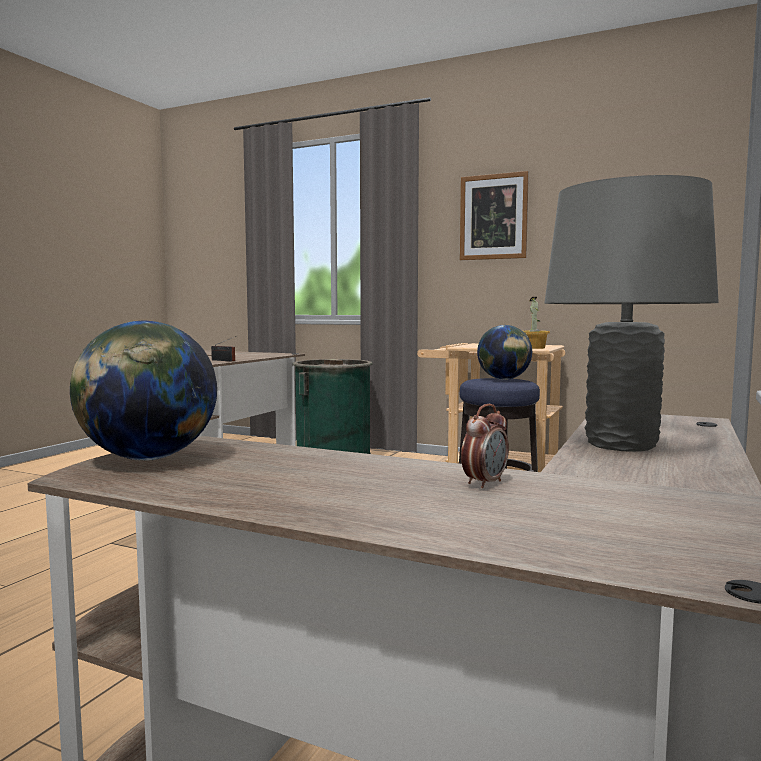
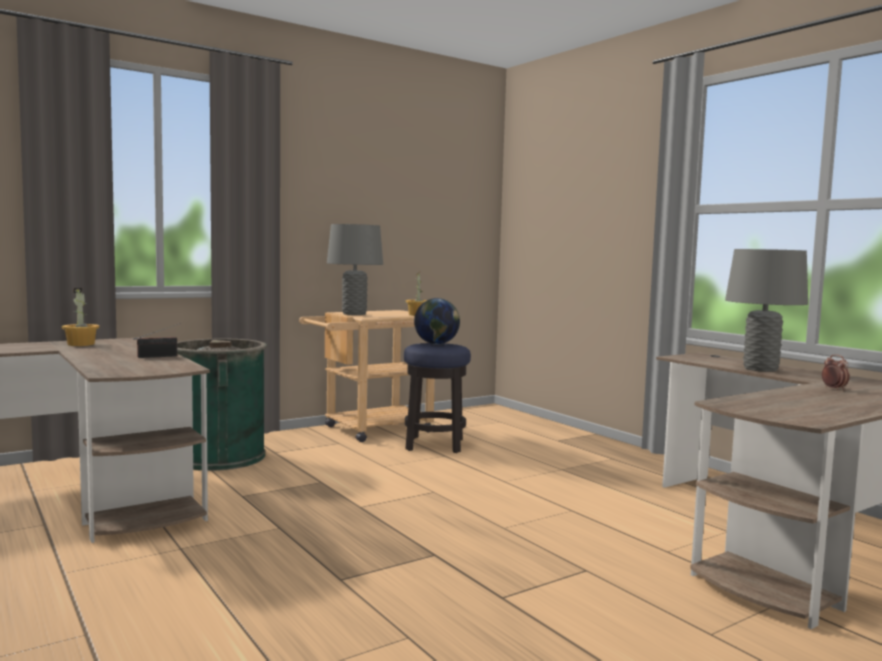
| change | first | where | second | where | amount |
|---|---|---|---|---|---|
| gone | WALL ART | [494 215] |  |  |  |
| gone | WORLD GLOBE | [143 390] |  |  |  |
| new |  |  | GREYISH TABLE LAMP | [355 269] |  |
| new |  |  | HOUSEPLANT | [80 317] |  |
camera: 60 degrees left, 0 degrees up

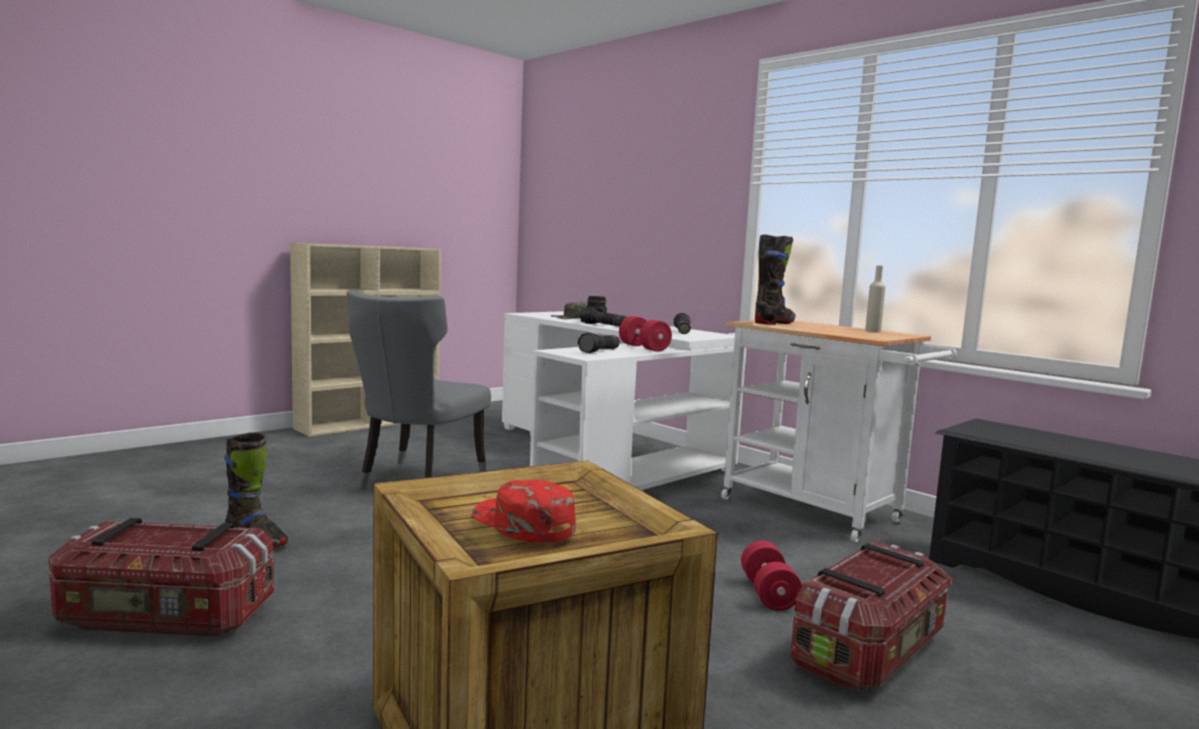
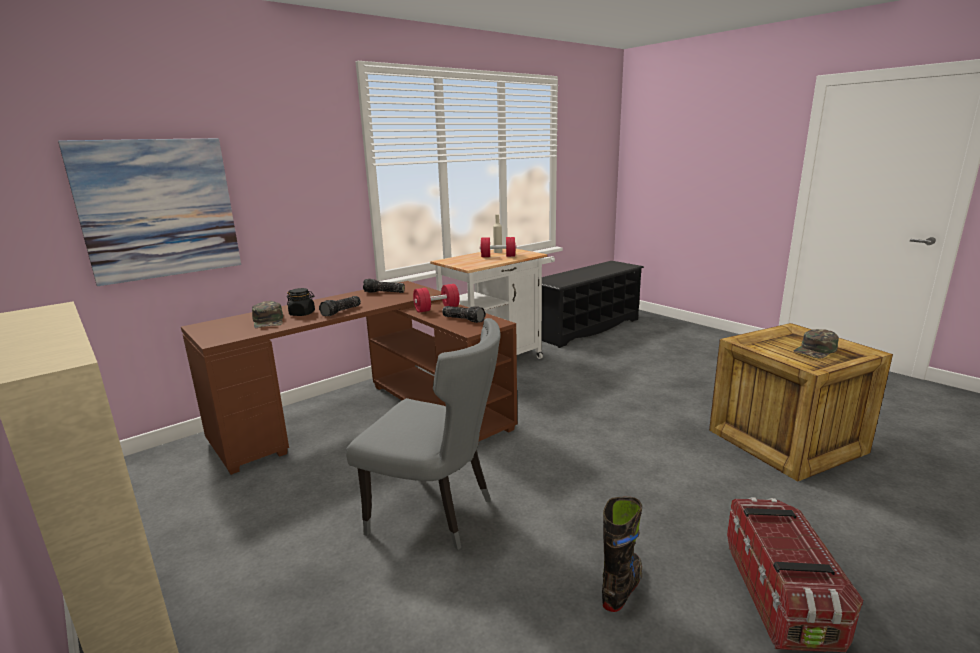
| change | first | where | second | where | amount |
|---|---|---|---|---|---|
| gone | BLACK-COLOURED HIGH-TOP BOOT | [775 280] |  |  |  |
| repainted | WHITE DESK TABLE | [624 400] | BROWNISH DESK TABLE | [349 378] |  |
| repainted | RED PEAKED CAP | [524 511] | GREENISH PEAKED CAP | [816 343] |  |
| shifted | RED DUMBBELL | [771 576] |  | [498 247] |  |
| gone | STORAGE CONTAINER | [871 615] |  |  |  |
| new |  |  | WALL ART | [149 212] |  |
camera: 85 degrees left, 10 degrees up

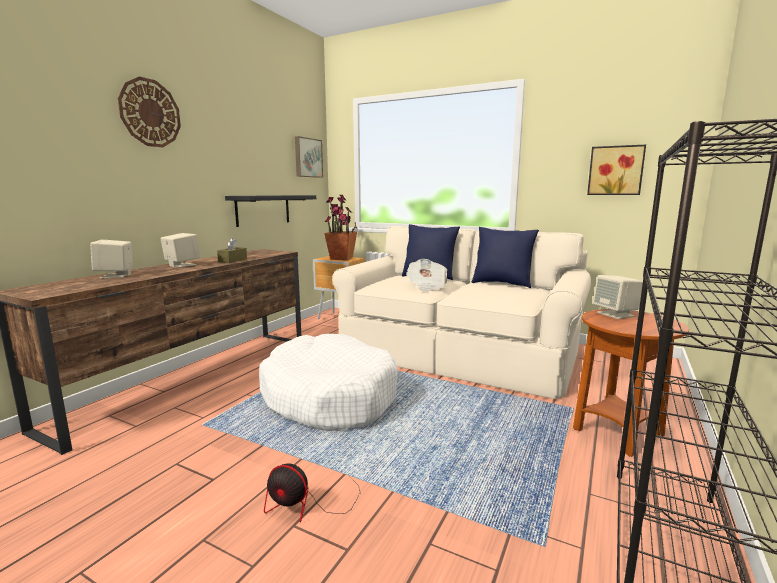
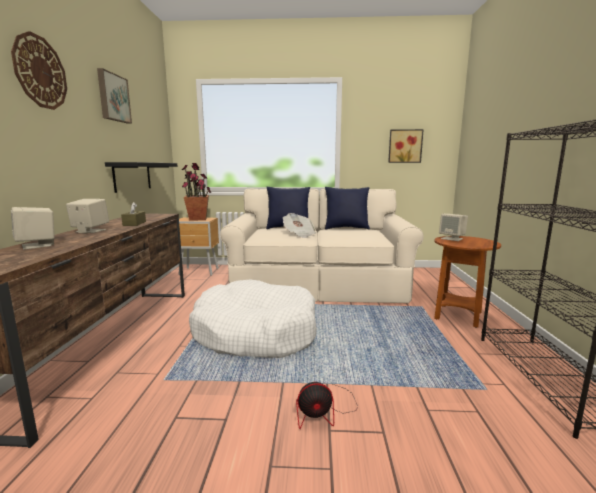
| change | first | where | second | where | amount |
|---|---|---|---|---|---|
| shifted | WALL ART | [309 157] |  | [114 95] |  |
camera: 25 degrees left, 0 degrees up

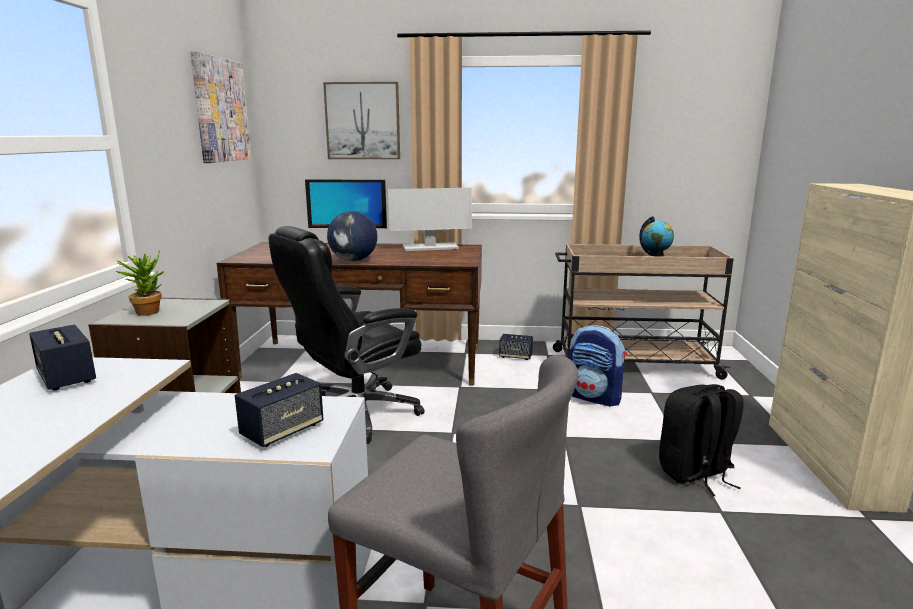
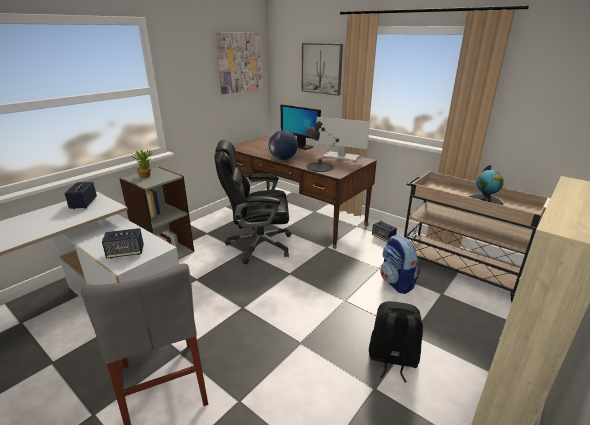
| change | first | where | second | where | amount |
|---|---|---|---|---|---|
| new |  |  | BLACK-COLOURED TABLE LAMP | [322 146] |  |
camera: 35 degrees right, 10 degrees up

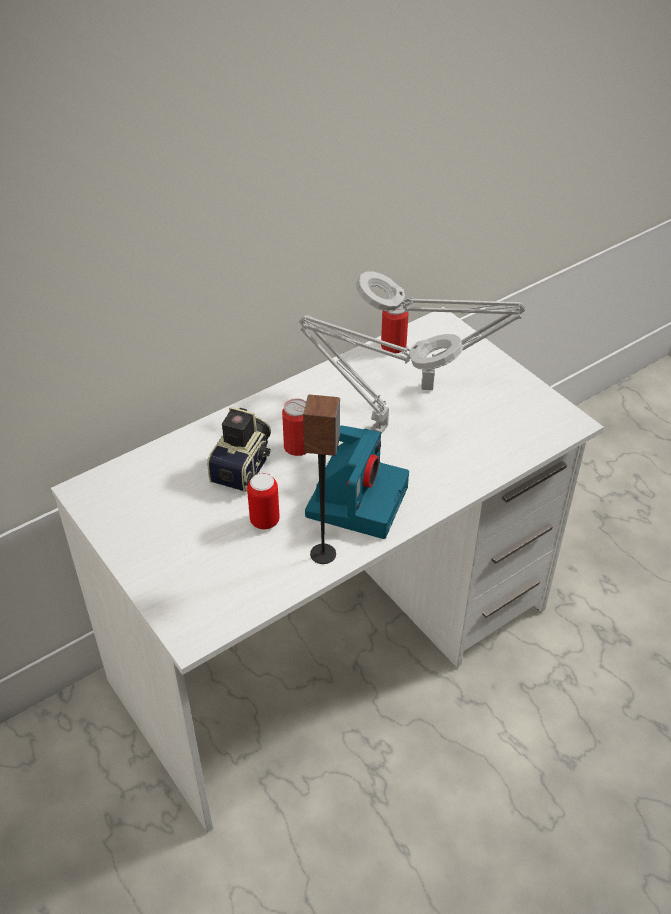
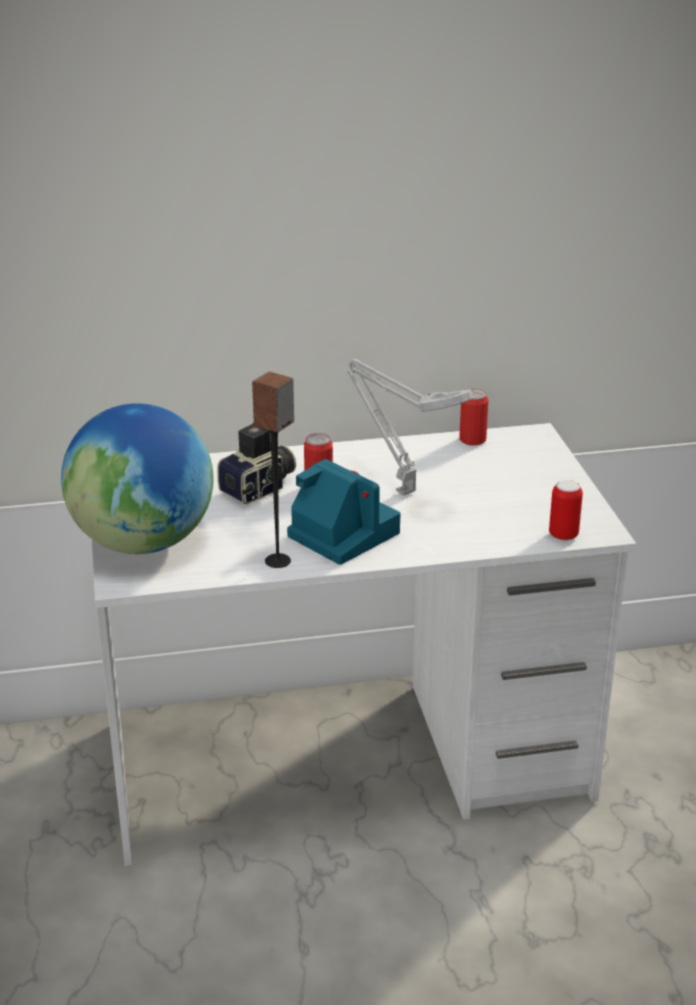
| change | first | where | second | where | amount |
|---|---|---|---|---|---|
| gone | GREYISH TABLE LAMP | [440 331] |  |  |  |
| rotated | STILL CAMERA | [357 482] |  | [343 512] | 90 degrees counterclockwise |
| shifted | METAL CAN | [263 501] |  | [566 510] |  |
| new |  |  | WORLD GLOBE | [137 478] |  |
camera: 25 degrees right, 15 degrees down

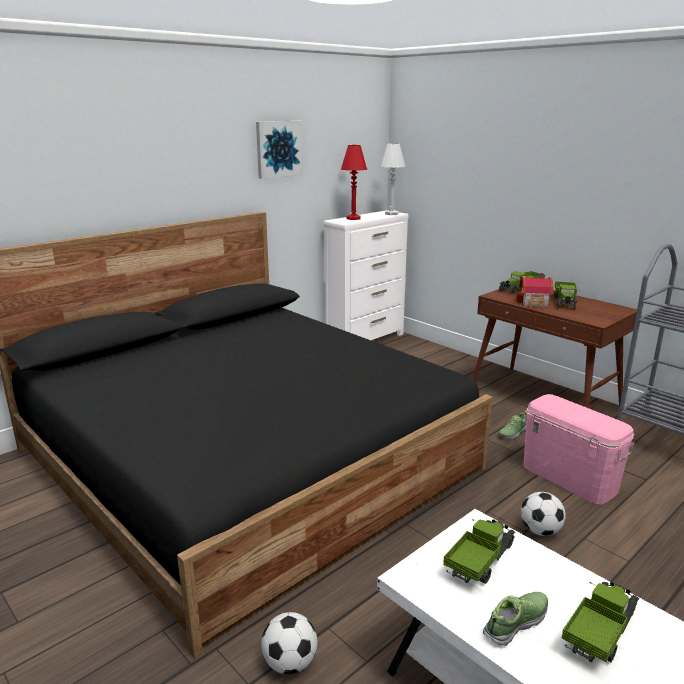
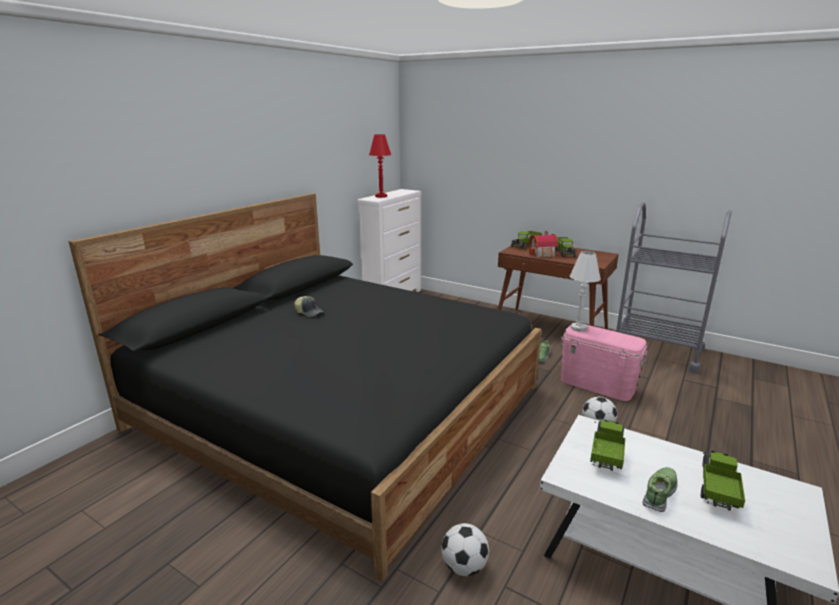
| change | first | where | second | where | amount |
|---|---|---|---|---|---|
| gone | WALL ART | [279 150] |  |  |  |
| shifted | WHITE TABLE LAMP | [393 179] |  | [585 291] |  |
| new |  |  | PEAKED CAP | [309 306] |  |
camera: 15 degrees left, 0 degrees up

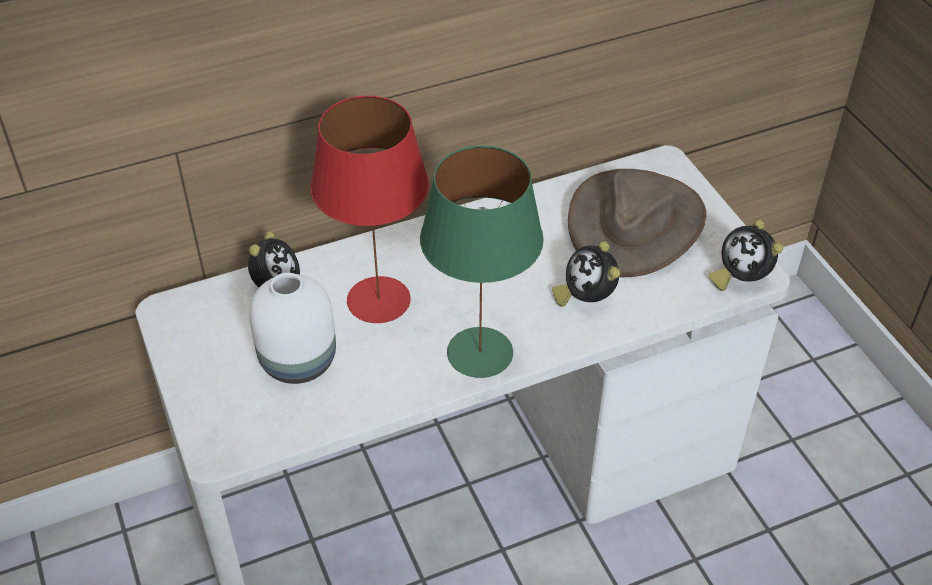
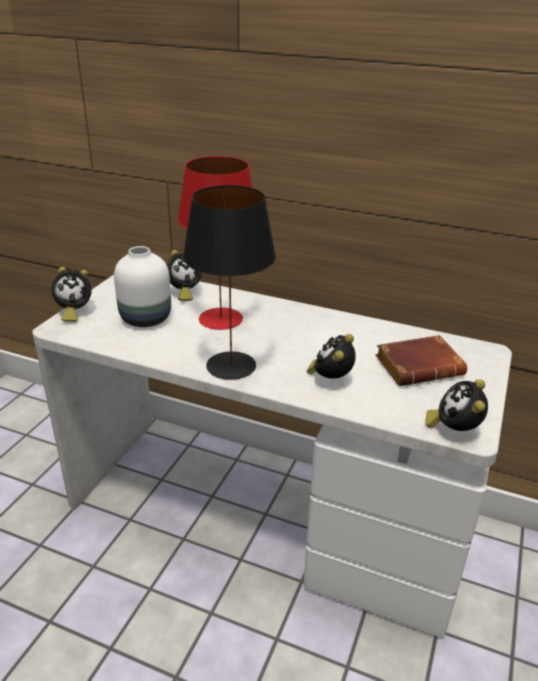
| change | first | where | second | where | amount |
|---|---|---|---|---|---|
| repainted | GREENISH TABLE LAMP | [482 262] | BLACK-COLOURED TABLE LAMP | [229 282] |  |
| swapped | BROWNISH WEARABLE HAT | [637 223] | BROWNISH BOOK | [421 360] |  |
| new |  |  | ALARM CLOCK | [71 294] |  |
camera: 45 degrees right, 15 degrees down

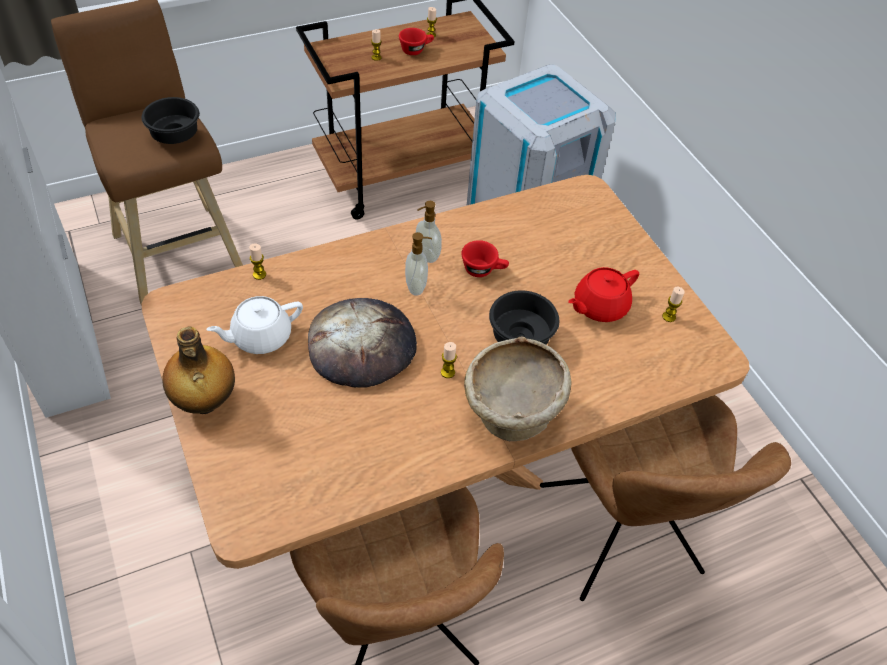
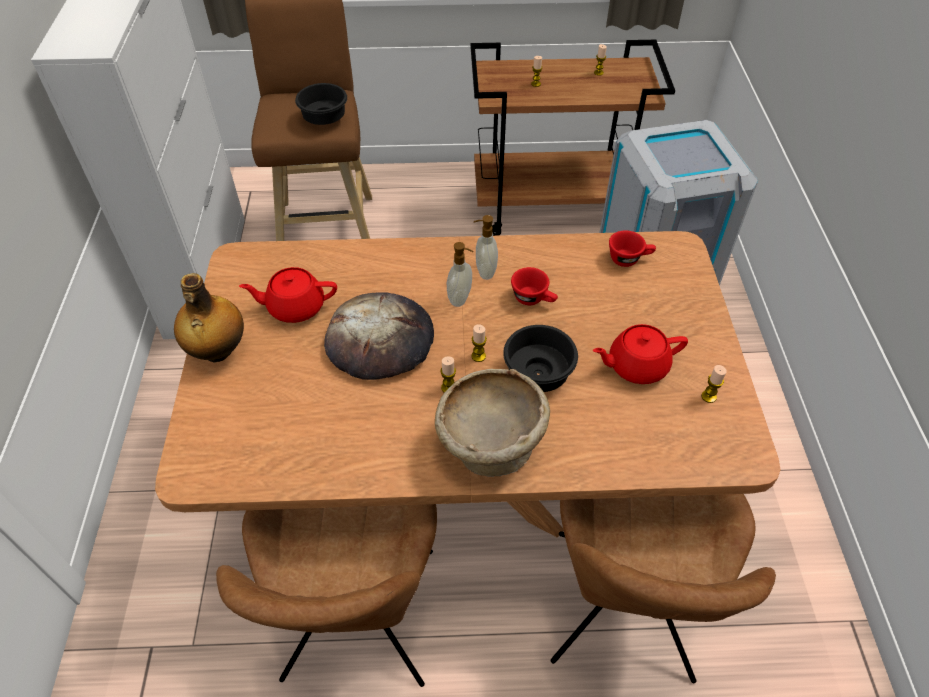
| change | first | where | second | where | amount |
|---|---|---|---|---|---|
| shifted | RED SMALL CUP | [416 41] |  | [632 248] |  |
| shifted | WAX LIGHT | [257 262] |  | [479 343] |  |
| repainted | WHITE TEA POT | [254 325] | RED TEA POT | [288 295] |  |
camera: 25 degrees right, 0 degrees up

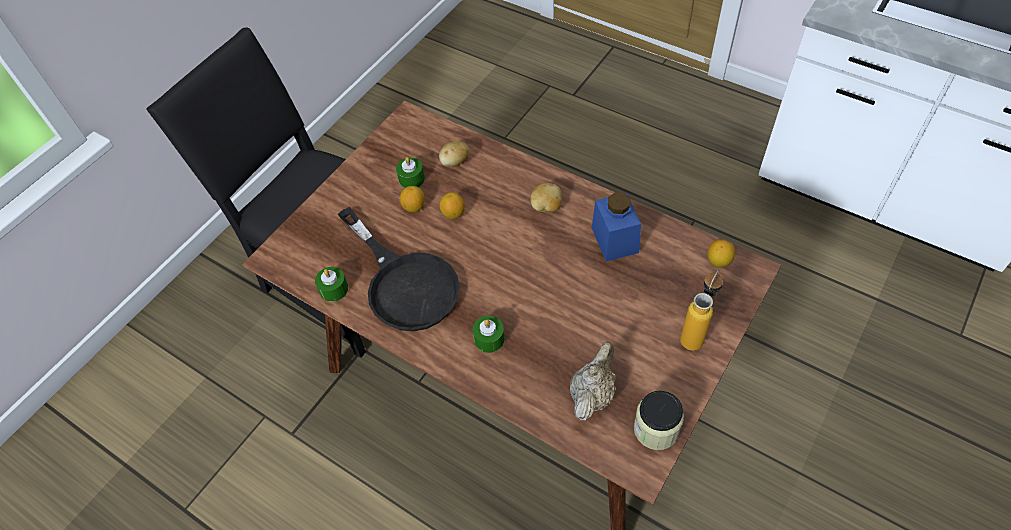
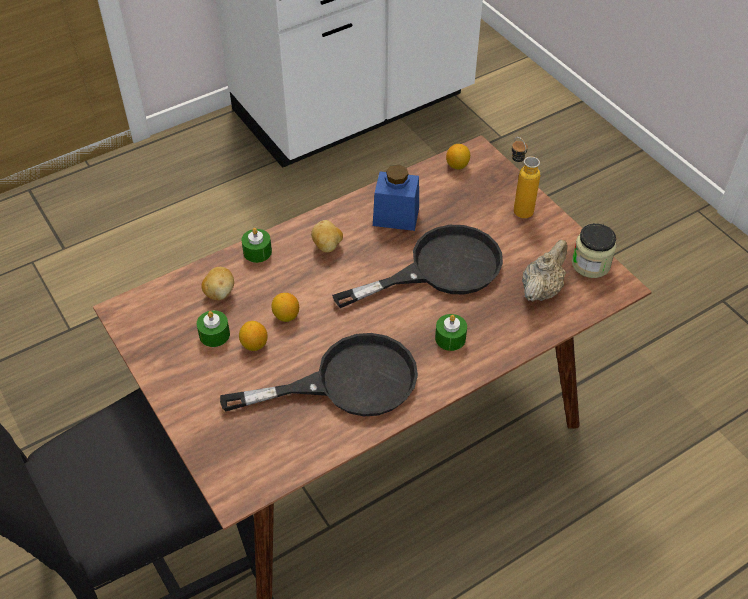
| change | first | where | second | where | amount |
|---|---|---|---|---|---|
| shifted | GREENISH WAX LIGHT | [331 284] |  | [257 245] |  |
| rotated | BEIGE-COLOURED TEA POT | [593 381] |  | [545 270] | 75 degrees clockwise |
| new |  |  | BLACK-COLOURED FRYING PAN | [417 266] |  |
camera: 70 degrees left, 5 degrees down

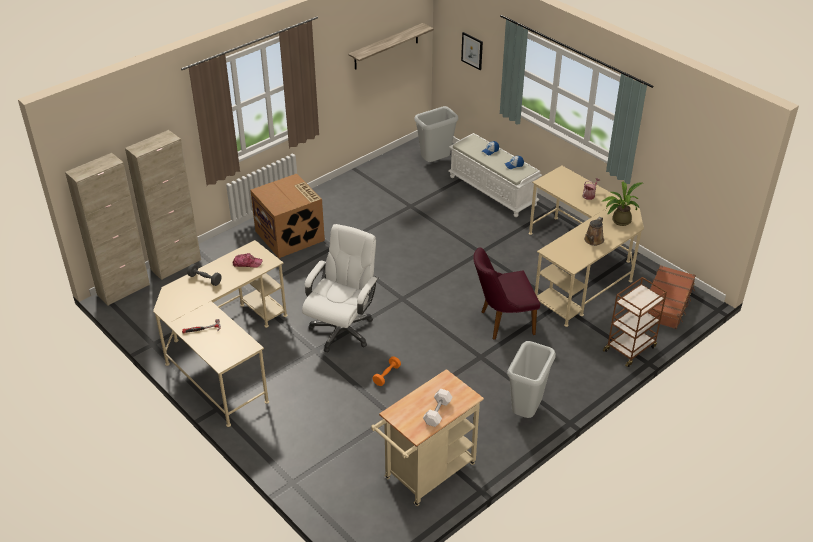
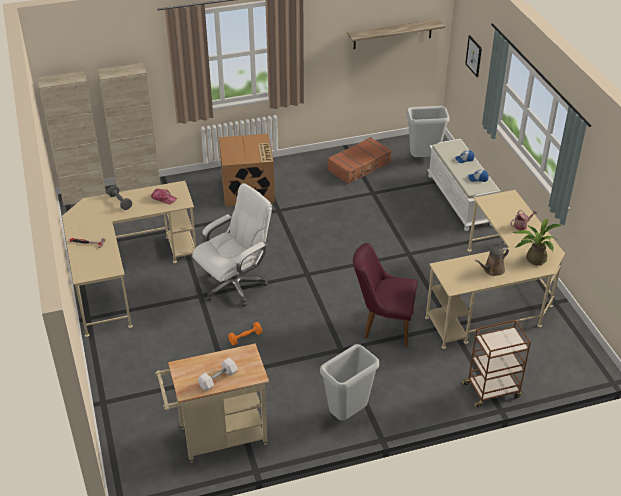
| change | first | where | second | where | amount |
|---|---|---|---|---|---|
| shifted | BROWNISH PIECE OF LUGGAGE | [672 297] |  | [359 160] |  |
camera: 25 degrees right, 0 degrees up

